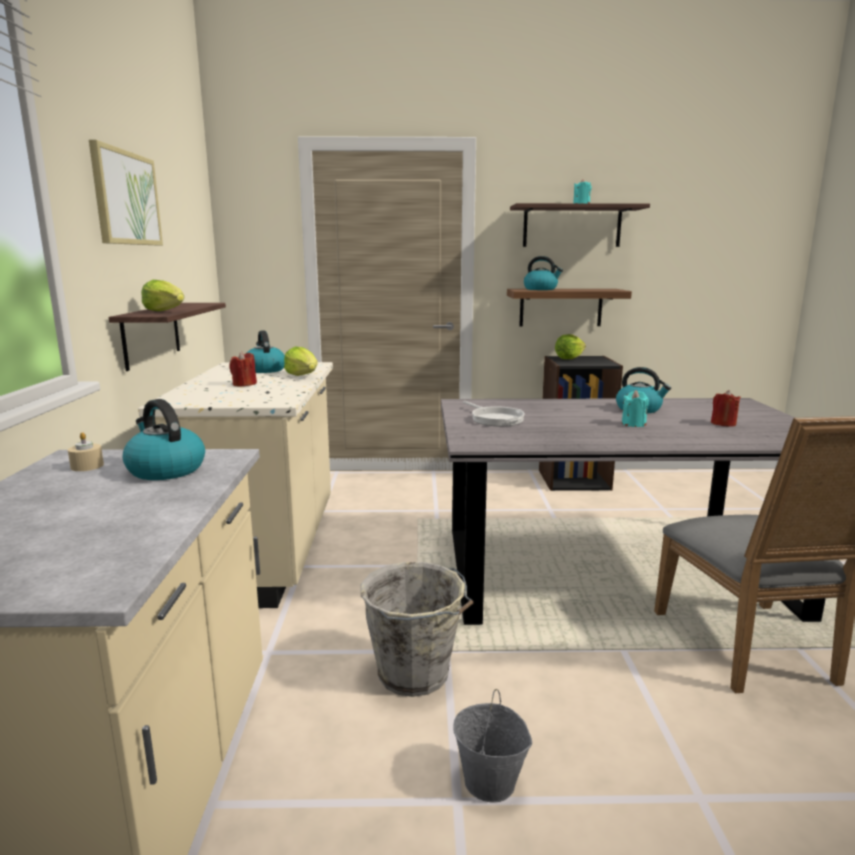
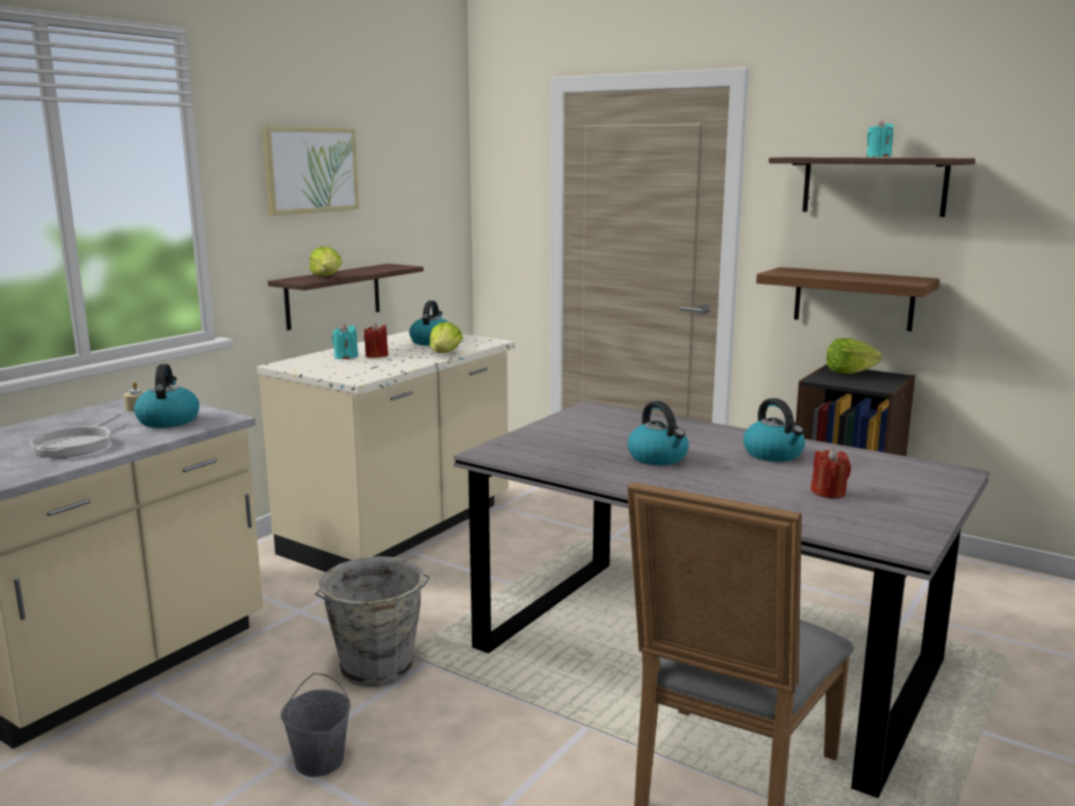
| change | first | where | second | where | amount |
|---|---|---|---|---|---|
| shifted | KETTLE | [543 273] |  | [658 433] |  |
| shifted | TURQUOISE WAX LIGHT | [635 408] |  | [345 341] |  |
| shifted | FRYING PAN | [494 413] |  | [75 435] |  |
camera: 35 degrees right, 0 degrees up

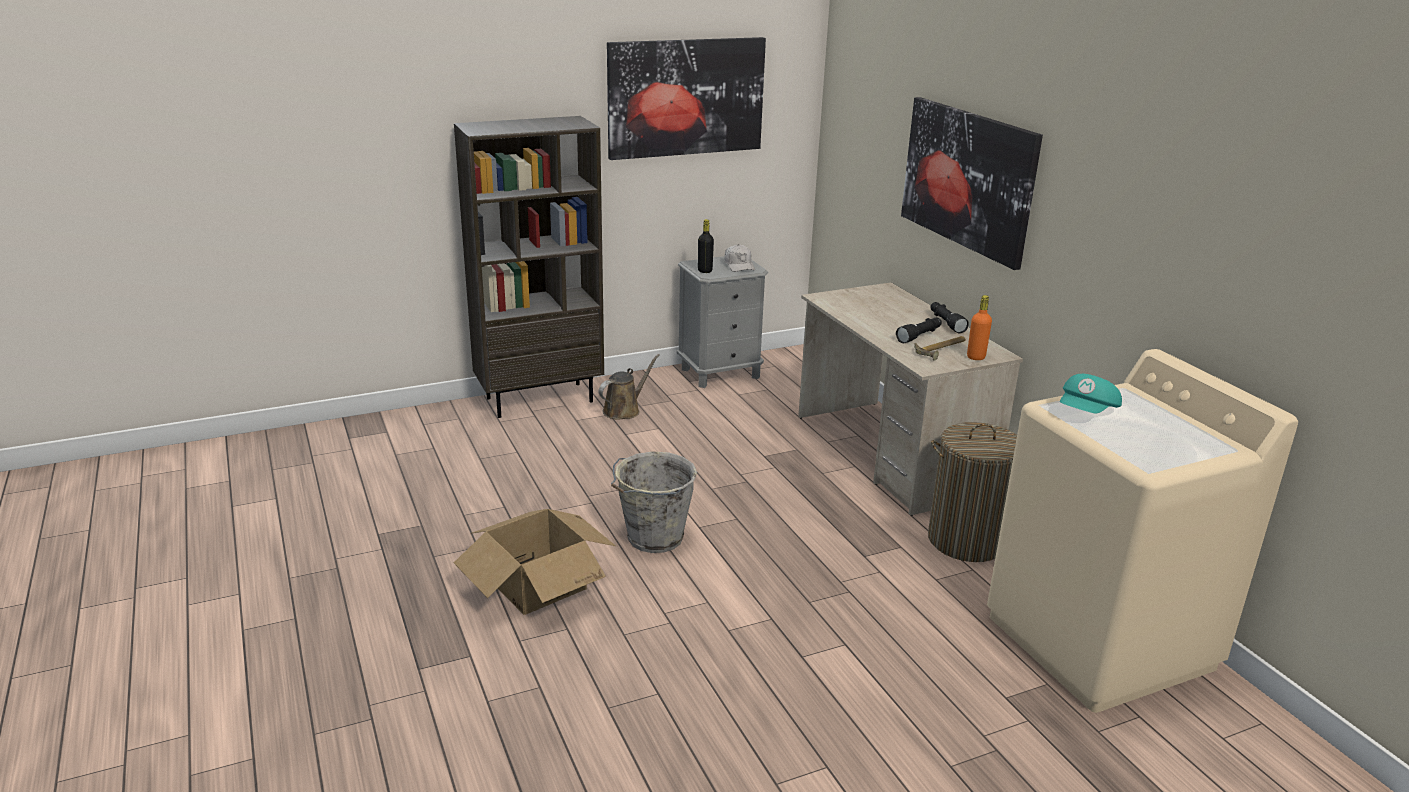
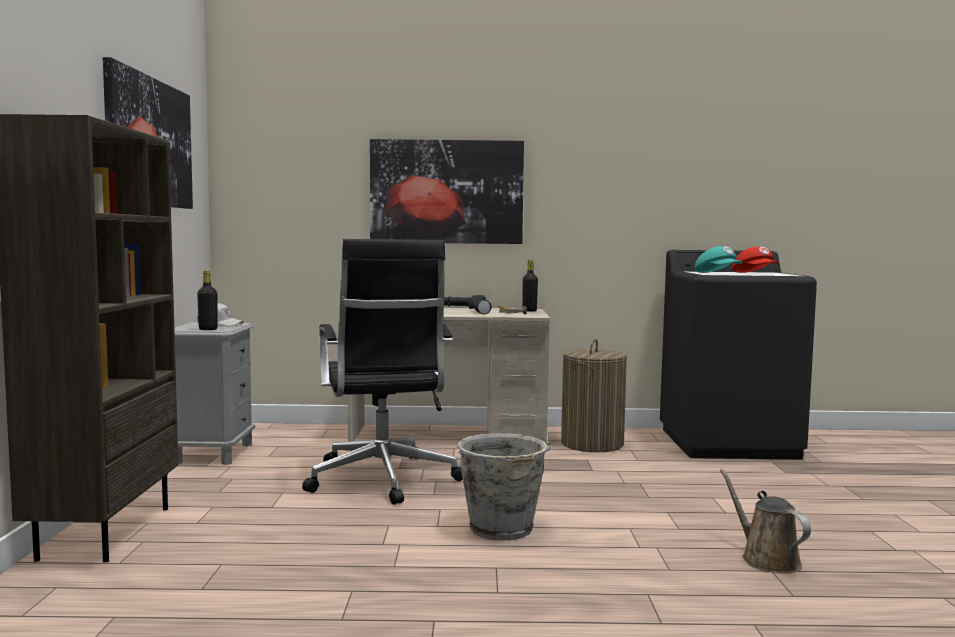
| change | first | where | second | where | amount |
|---|---|---|---|---|---|
| repainted | ORANGE BEVERAGE BOTTLE | [979 327] | BLACK-COLOURED BEVERAGE BOTTLE | [530 285] |  |
| repainted | BEIGE-COLOURED LAUNDRY MACHINE | [1142 531] | BLACK-COLOURED LAUNDRY MACHINE | [738 354] |  |
| shifted | BROWNISH WATERING CAN | [629 387] |  | [765 521] |  |
| gone | PACKING BOX | [535 562] |  |  |  |
| new |  |  | BLACK-COLOURED DESK CHAIR | [382 372] |  |
| new |  |  | RED PEAKED CAP | [755 259] |  |
camera: 65 degrees left, 20 degrees down

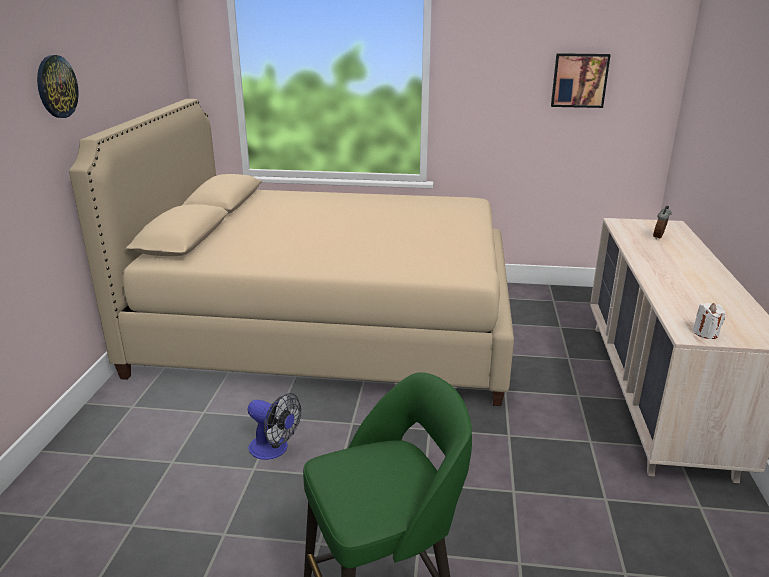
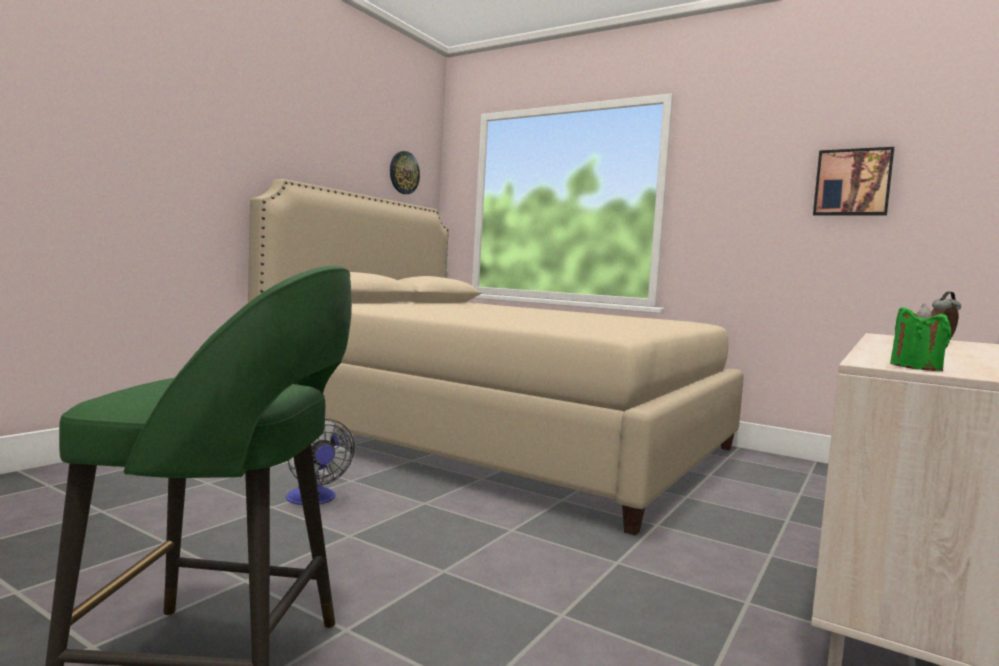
| change | first | where | second | where | amount |
|---|---|---|---|---|---|
| shifted | CLOCK ON THE WALL | [57 86] |  | [405 172] |  |
| repainted | WHITE WAX LIGHT | [709 321] | GREENISH WAX LIGHT | [920 337] |  |
camera: 25 degrees right, 20 degrees down

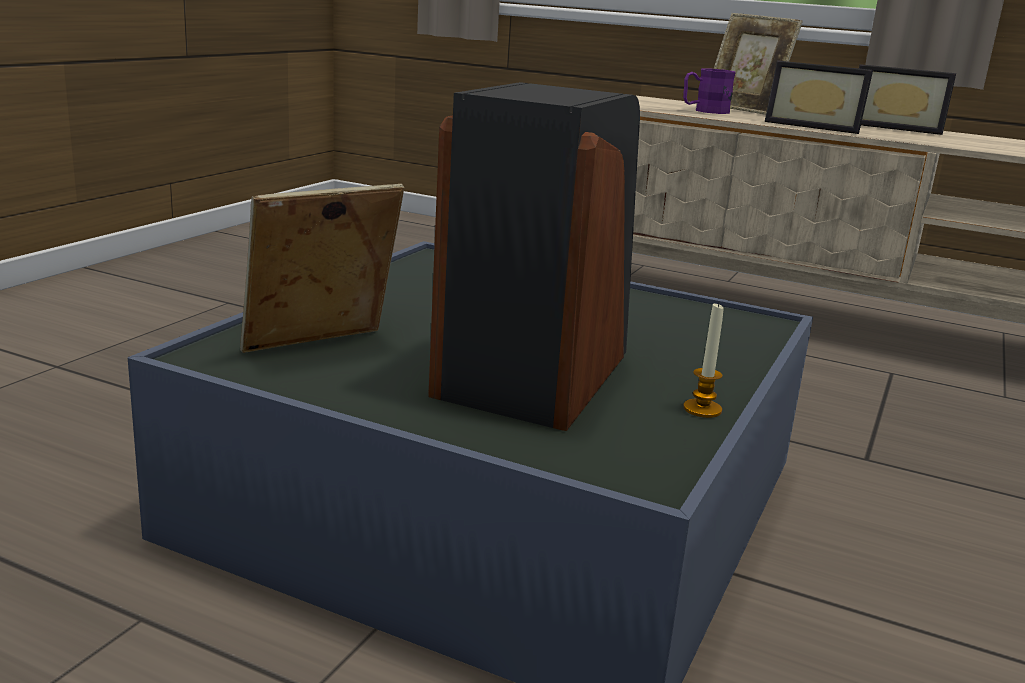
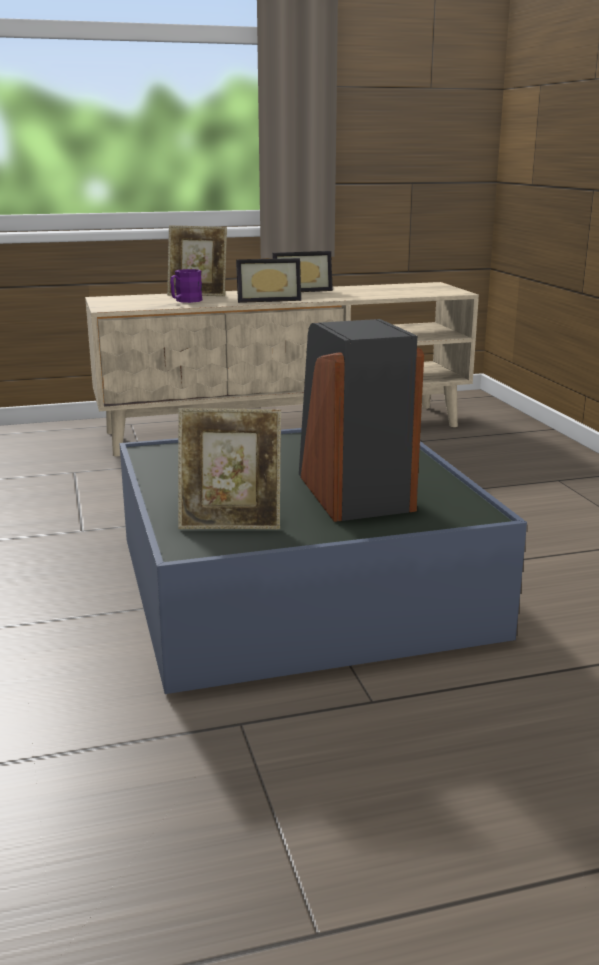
| change | first | where | second | where | amount |
|---|---|---|---|---|---|
| rotated | PICTURE FRAME | [322 268] |  | [229 468] | 105 degrees counterclockwise |
| gone | WAX LIGHT | [703 360] |  |  |  |
camera: 40 degrees left, 0 degrees up

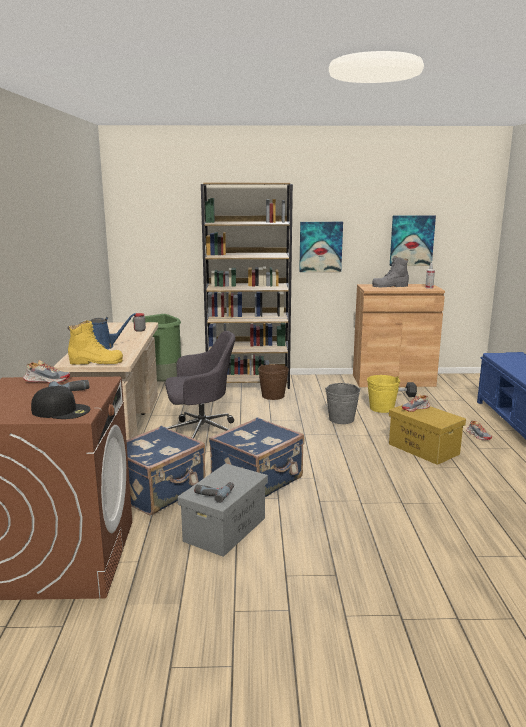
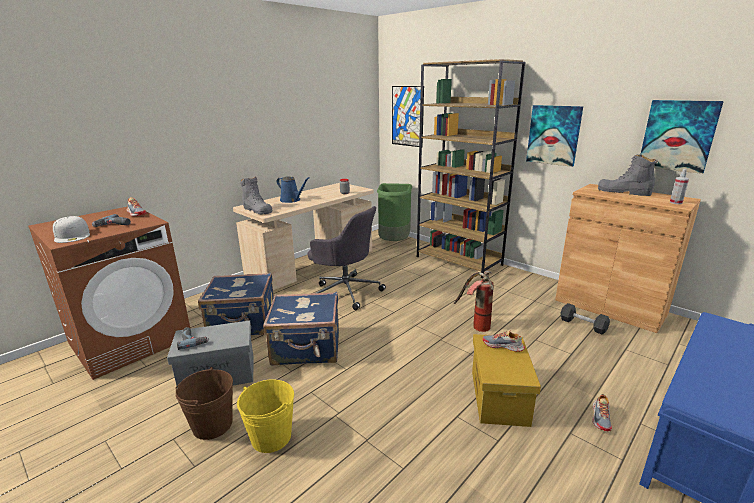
| change | first | where | second | where | amount |
|---|---|---|---|---|---|
| repainted | YELLOWISH HIGH-TOP BOOT | [95 342] | GREYISH HIGH-TOP BOOT | [256 196] |  |
| shifted | BROWNISH PAIL | [273 382] |  | [204 403] |  |
| shifted | YELLOWISH PAIL | [383 394] |  | [265 416] |  |
| swapped | GREYISH PAIL | [343 403] | FIRE-FIGHTING CYLINDER | [474 301] |  |
| repainted | BLACK-COLOURED PEAKED CAP | [60 402] | WHITE PEAKED CAP | [71 229] |  |
| new |  |  | WALL ART | [408 116] |  |
camera: 45 degrees right, 5 degrees up

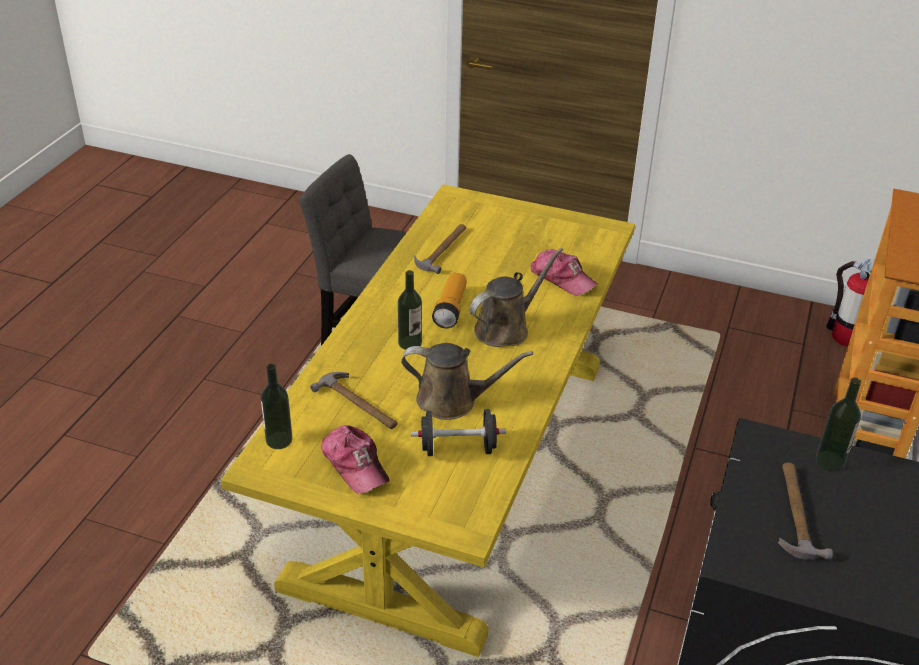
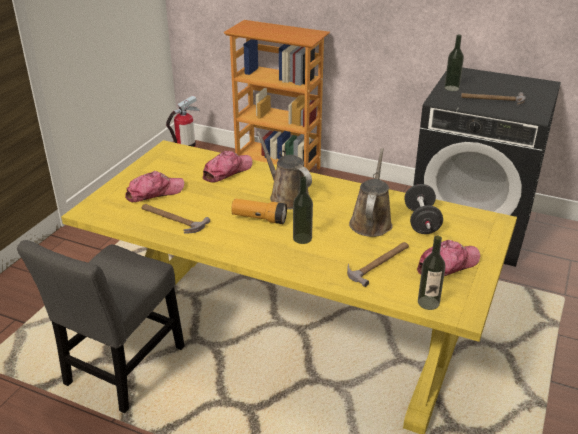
| change | first | where | second | where | amount |
|---|---|---|---|---|---|
| new |  |  | PEAKED CAP | [154 186] |  |
camera: 85 degrees left, 5 degrees down

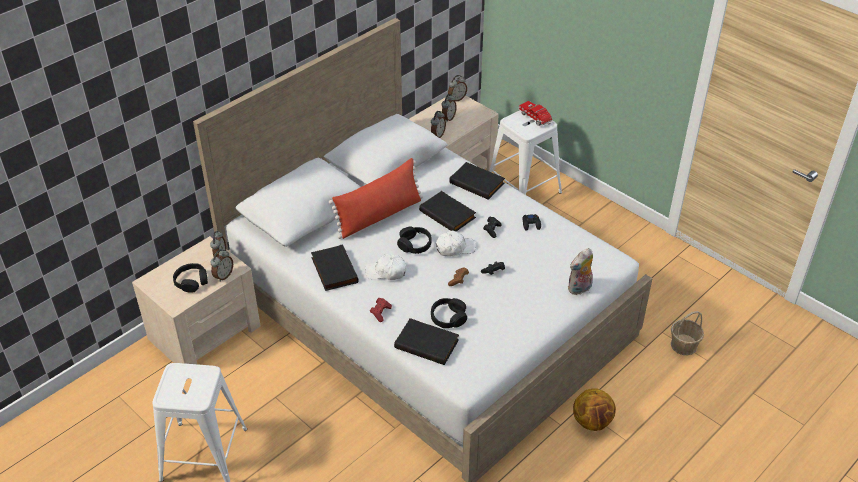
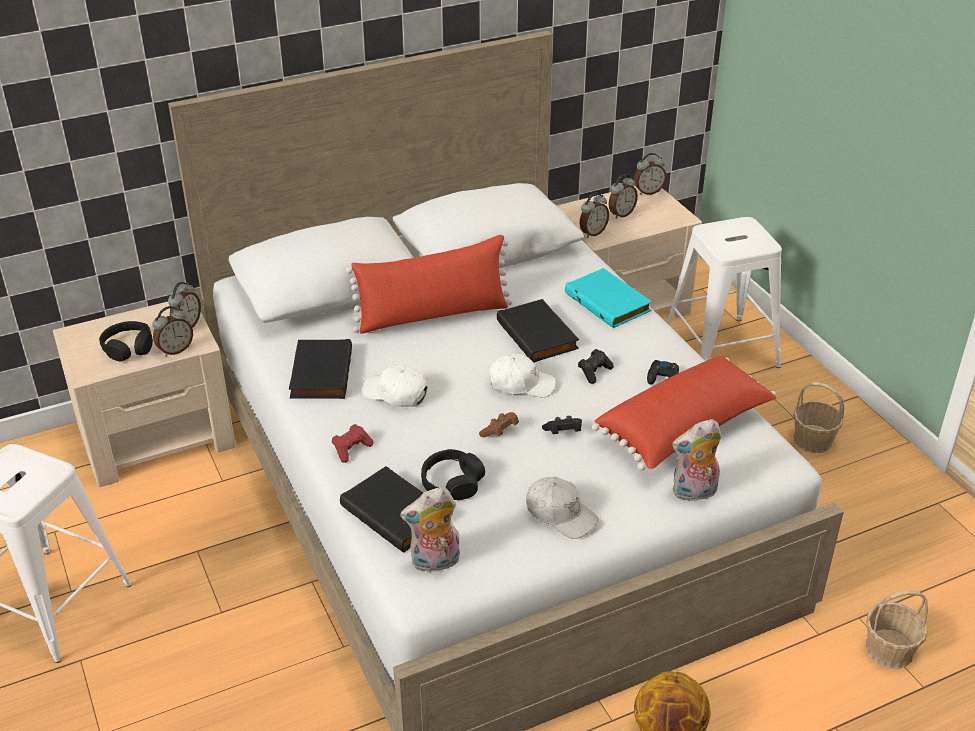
| change | first | where | second | where | amount |
|---|---|---|---|---|---|
| gone | MODEL TRUCK | [536 113] |  |  |  |
| repainted | BLACK-COLOURED BOOK | [477 181] | TURQUOISE BOOK | [608 298] |  |
| gone | BLACK-COLOURED HEADPHONES | [414 240] |  |  |  |
| new |  |  | RED CUSHION | [684 413] |  |
| new |  |  | HOUSEHOLD BASKET | [818 417] |  |
| new |  |  | WHITE PEAKED CAP | [562 508] |  |
| new |  |  | CUDDLY TOY | [430 530] |  |
camera: 20 degrees right, 5 degrees down

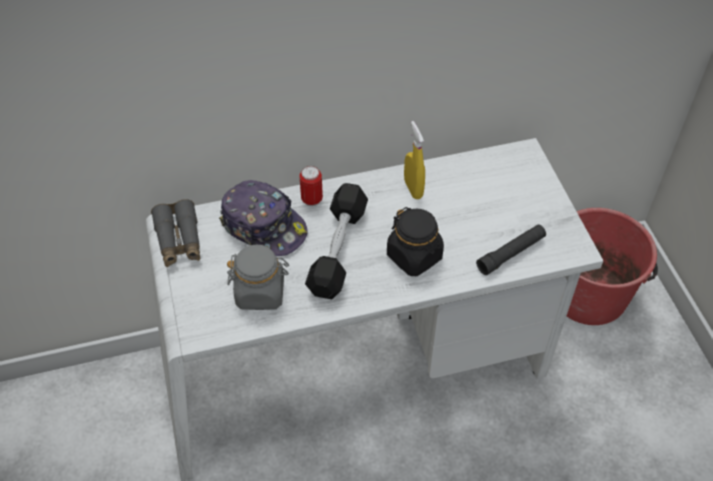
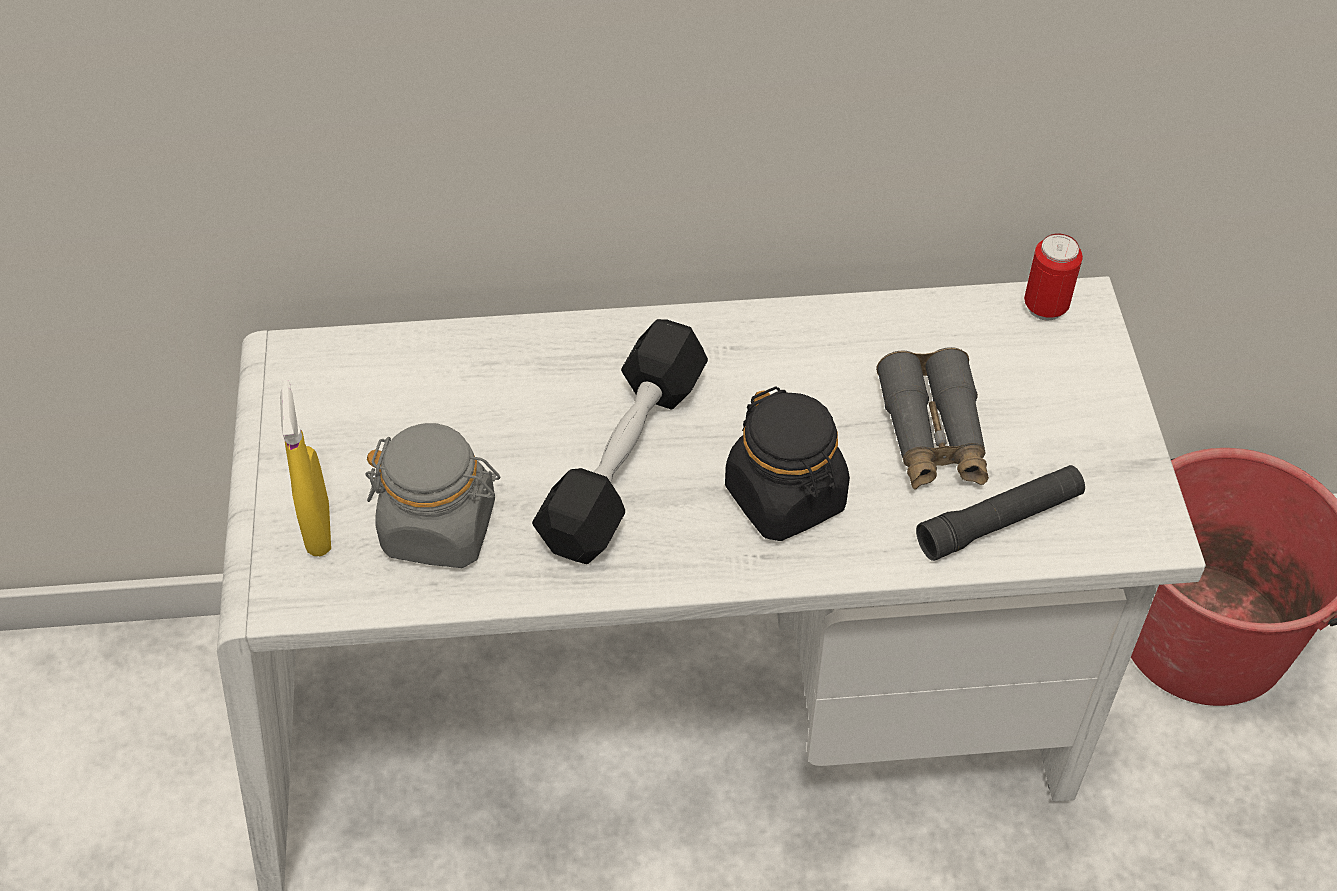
| change | first | where | second | where | amount |
|---|---|---|---|---|---|
| shifted | YELLOWISH HAND SPRAYER | [414 160] |  | [305 468] |  |
| shifted | METAL CAN | [311 186] |  | [1053 277] |  |
| gone | PEAKED CAP | [263 218] |  |  |  |
| shifted | GREYISH PAIR OF BINOCULARS | [175 233] |  | [932 418] |  |
camera: 10 degrees right, 0 degrees up

